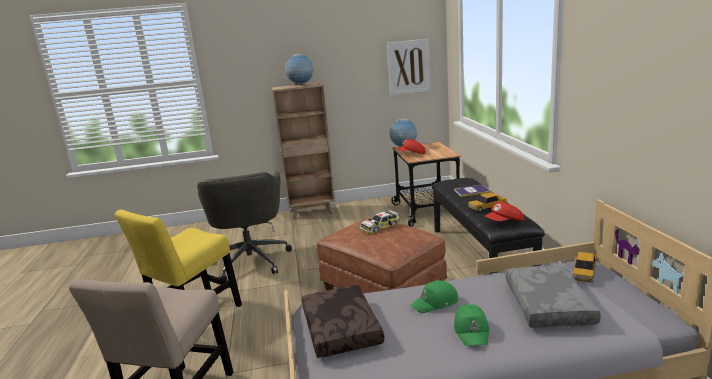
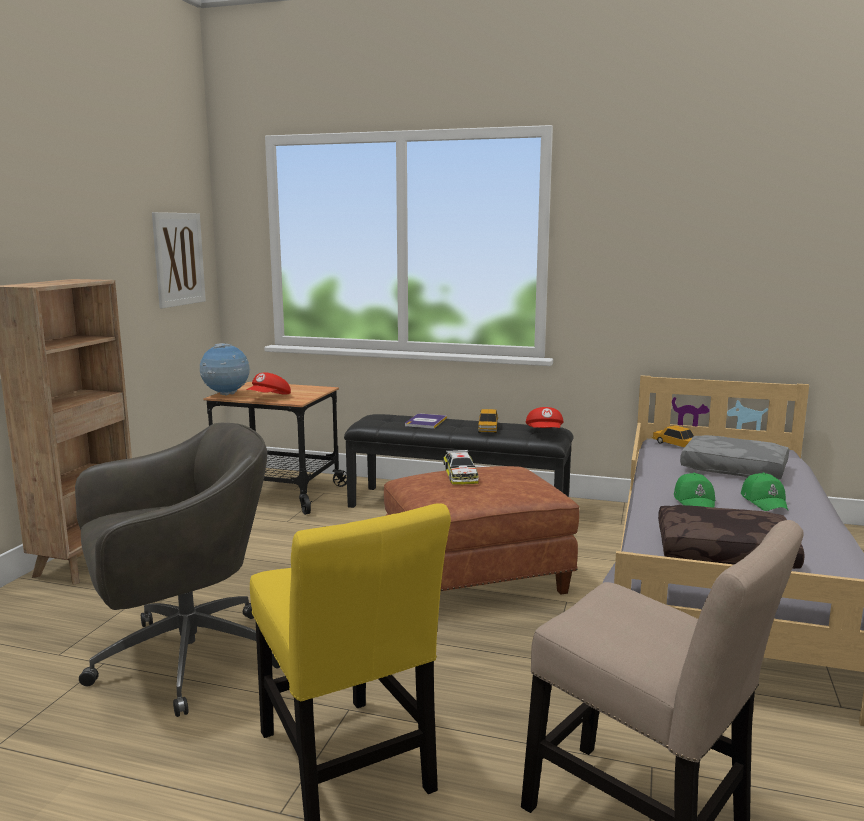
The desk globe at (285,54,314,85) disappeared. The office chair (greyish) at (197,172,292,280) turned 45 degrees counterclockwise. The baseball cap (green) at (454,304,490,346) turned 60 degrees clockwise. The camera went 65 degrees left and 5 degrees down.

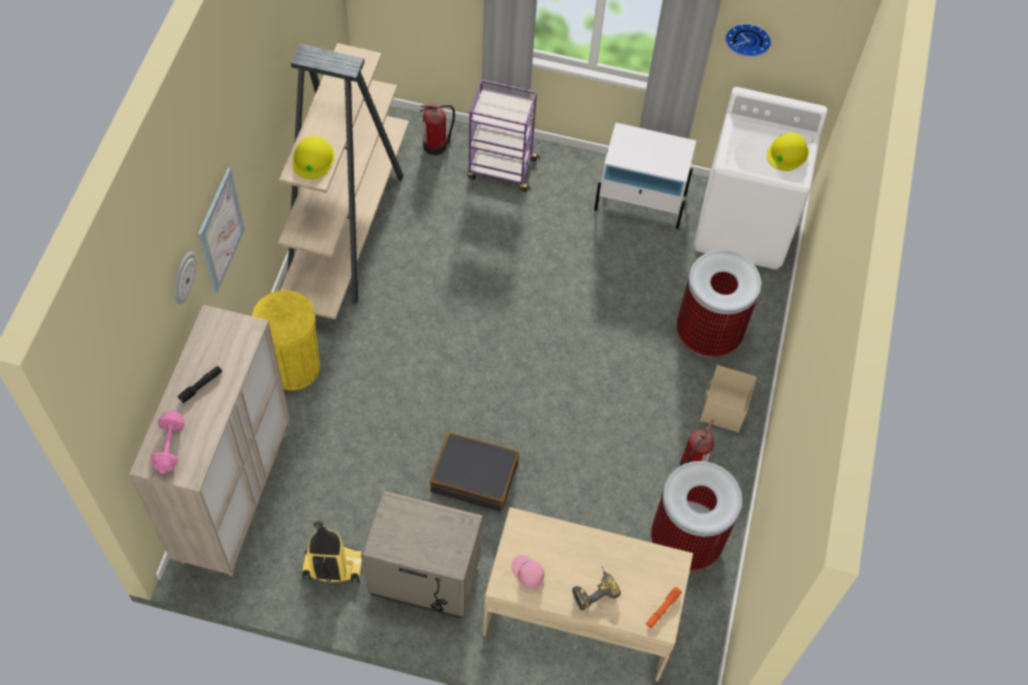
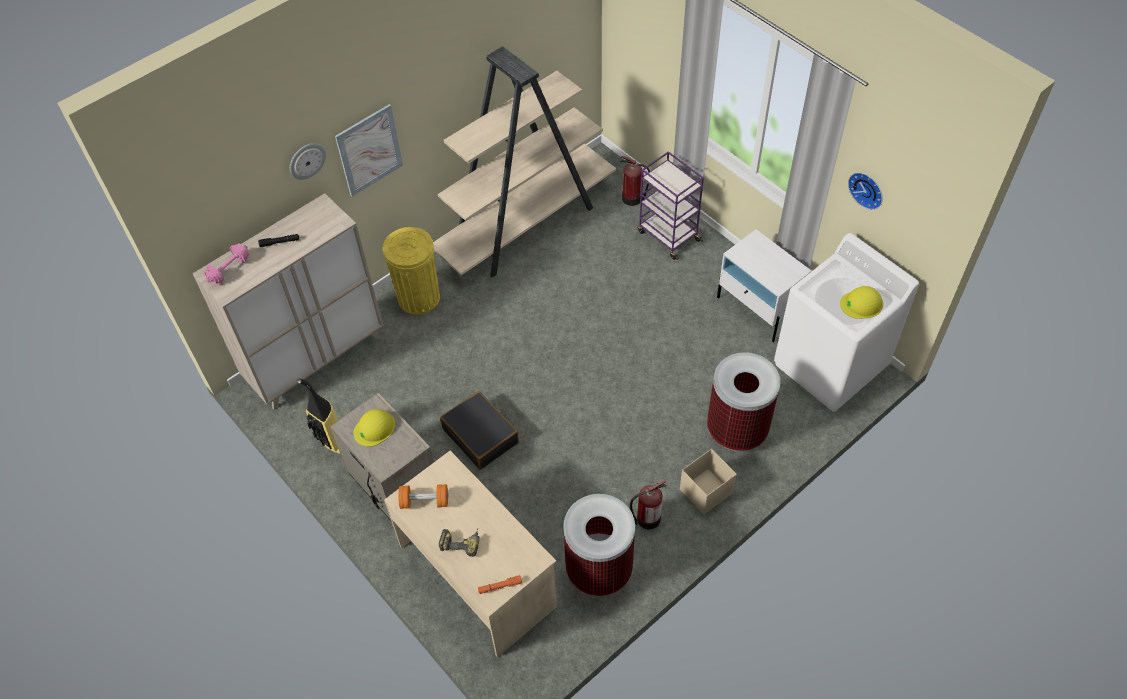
The safety helmet (yellow-coloured) moved from (293,136,335,179) to (353,409,395,447). The baseball cap (pink) at (511,555,544,588) was replaced by the free weight (orange) at (398,484,448,509). The camera went 40 degrees right and 5 degrees down.

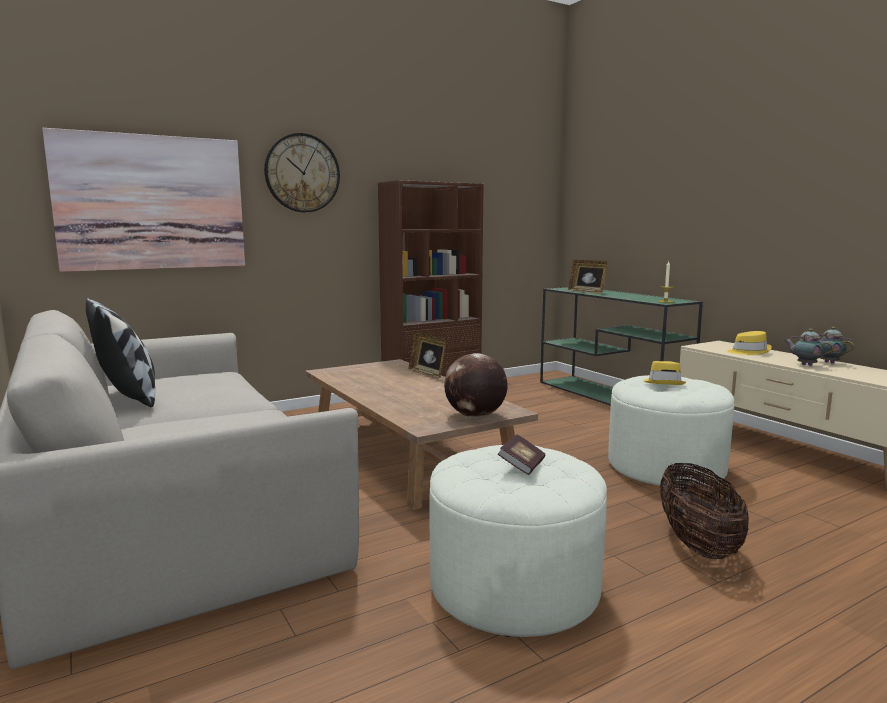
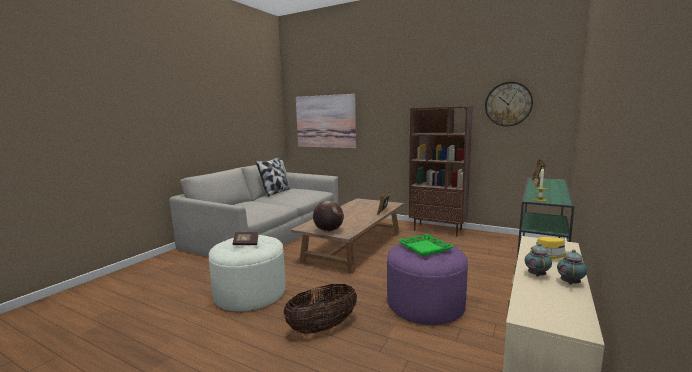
The hanging clock moved from (264,133,340,212) to (485,82,533,126). The wearable hat (yellow-coloured) at (643,361,686,385) was replaced by the serving tray (green) at (398,234,454,256). The footrest (white-coloured) at (608,375,734,487) became the footrest (purple-coloured) at (387,242,468,325). The camera went 60 degrees right and 0 degrees up.

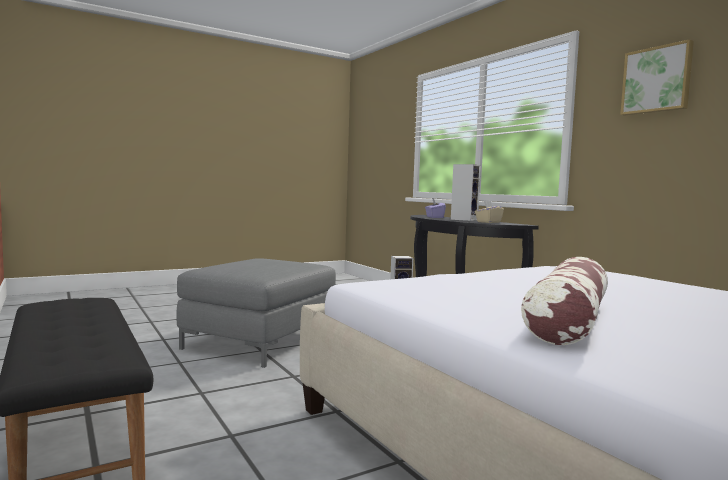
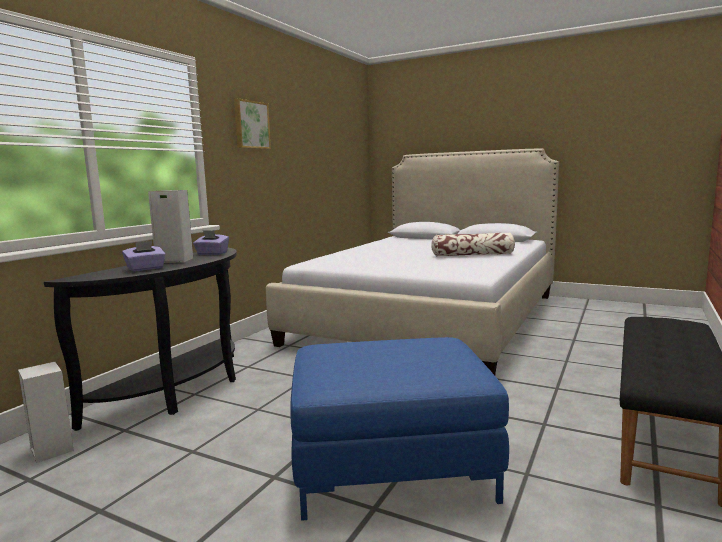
The tissue box (beige) at (475,201,504,223) became the tissue box (purple-coloured) at (193,230,229,255). The footrest (greyish) at (176,258,336,368) became the footrest (bluish) at (290,337,509,521). The camera went 120 degrees left and 5 degrees up.

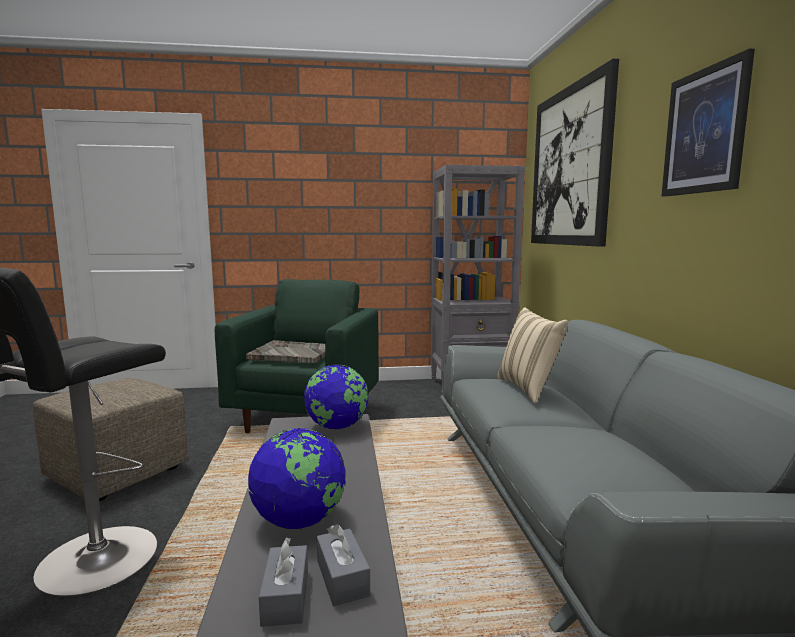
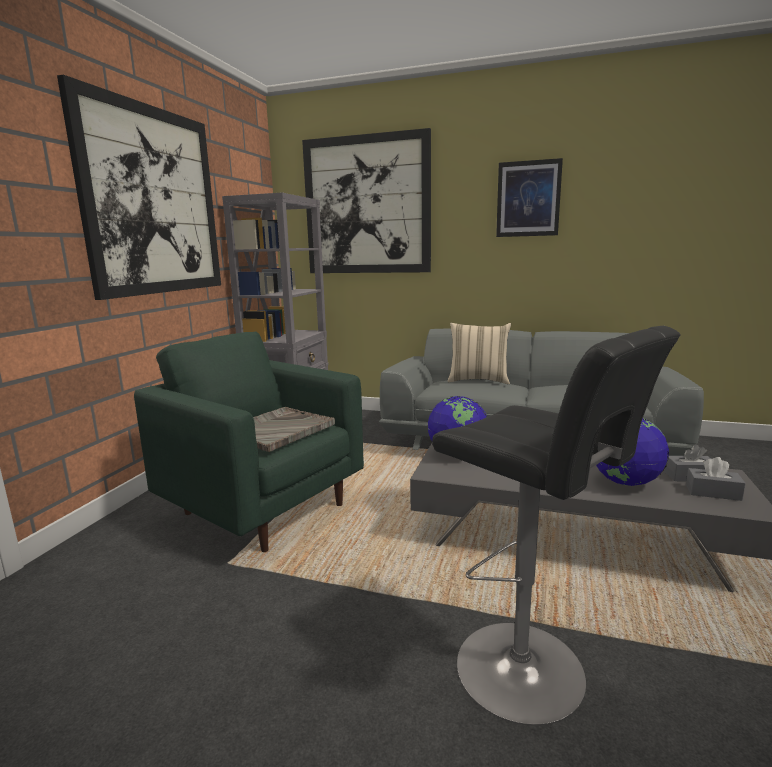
The footrest (beige) at (33,378,189,501) disappeared. The picture at (57,75,221,300) appeared. The camera went 65 degrees left and 5 degrees up.

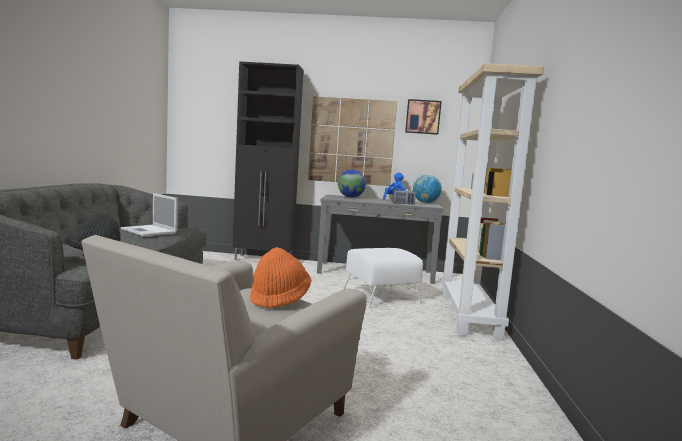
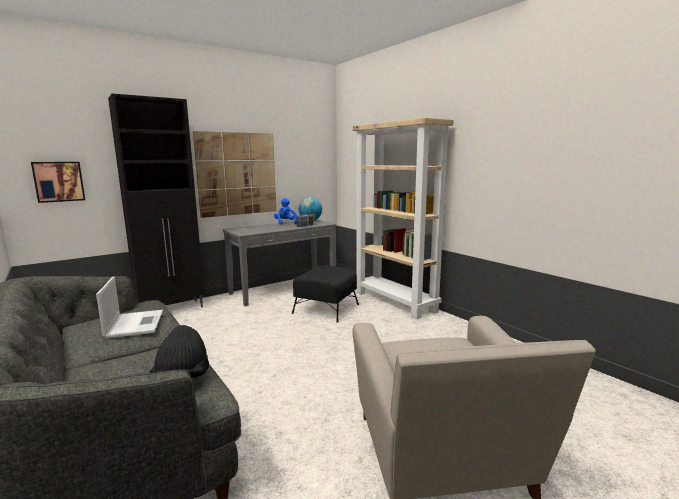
The picture moved from (405,99,442,135) to (31,162,85,203). The desk globe at (338,170,366,198) disappeared. The notebook computer at (121,193,178,237) turned 105 degrees counterclockwise. The wearable hat (orange) at (250,247,311,309) disappeared. The footrest (white-coloured) at (342,248,423,308) became the footrest (black-coloured) at (292,265,359,323). The camera went 40 degrees left and 5 degrees up.

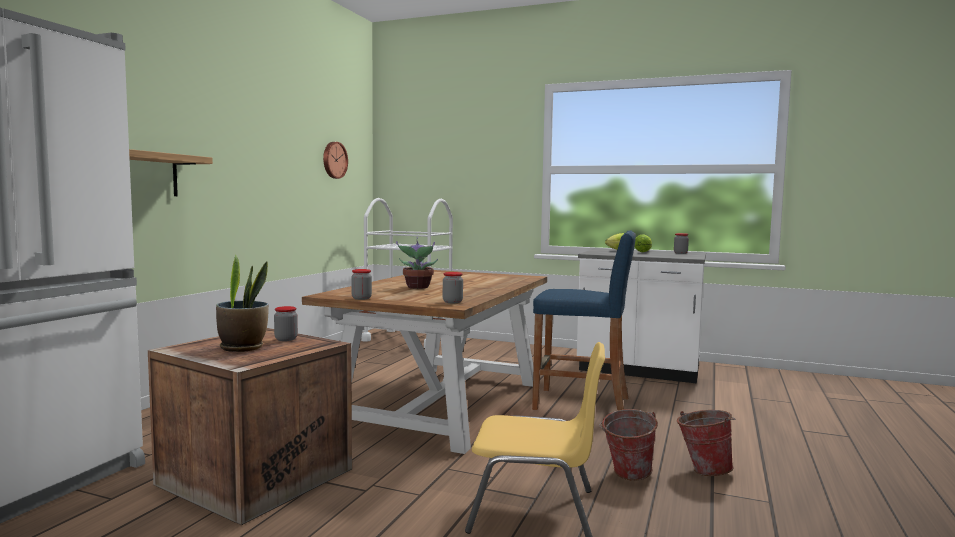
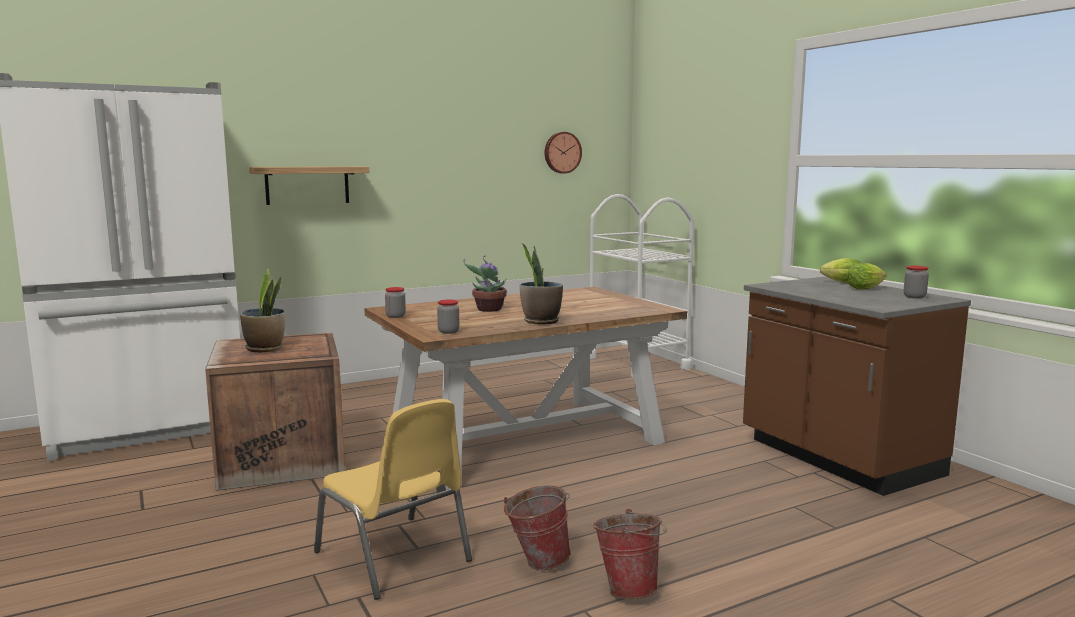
The stool seat (bluish) at (532,230,636,410) disappeared. The kitchen counter (white-coloured) at (577,249,706,383) became the kitchen counter (brown) at (743,276,971,496). The preserve jar at (274,306,298,341) disappeared. The houseplant at (520,243,563,325) appeared. The camera went 40 degrees right and 5 degrees up.

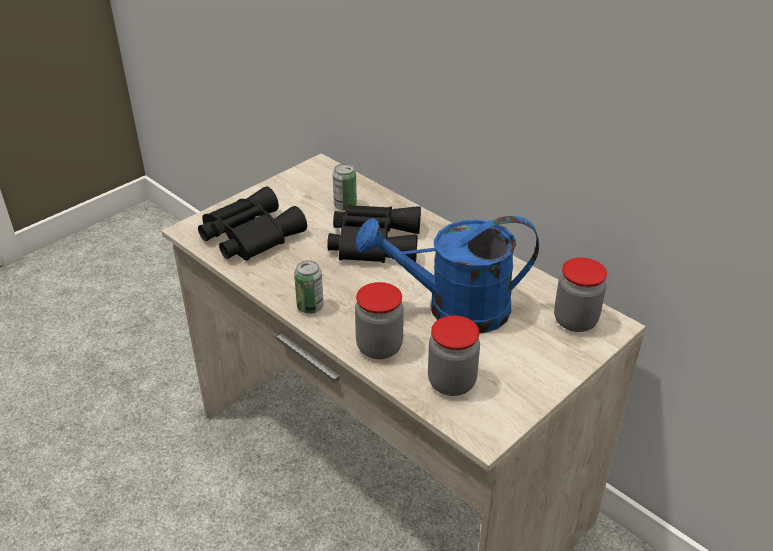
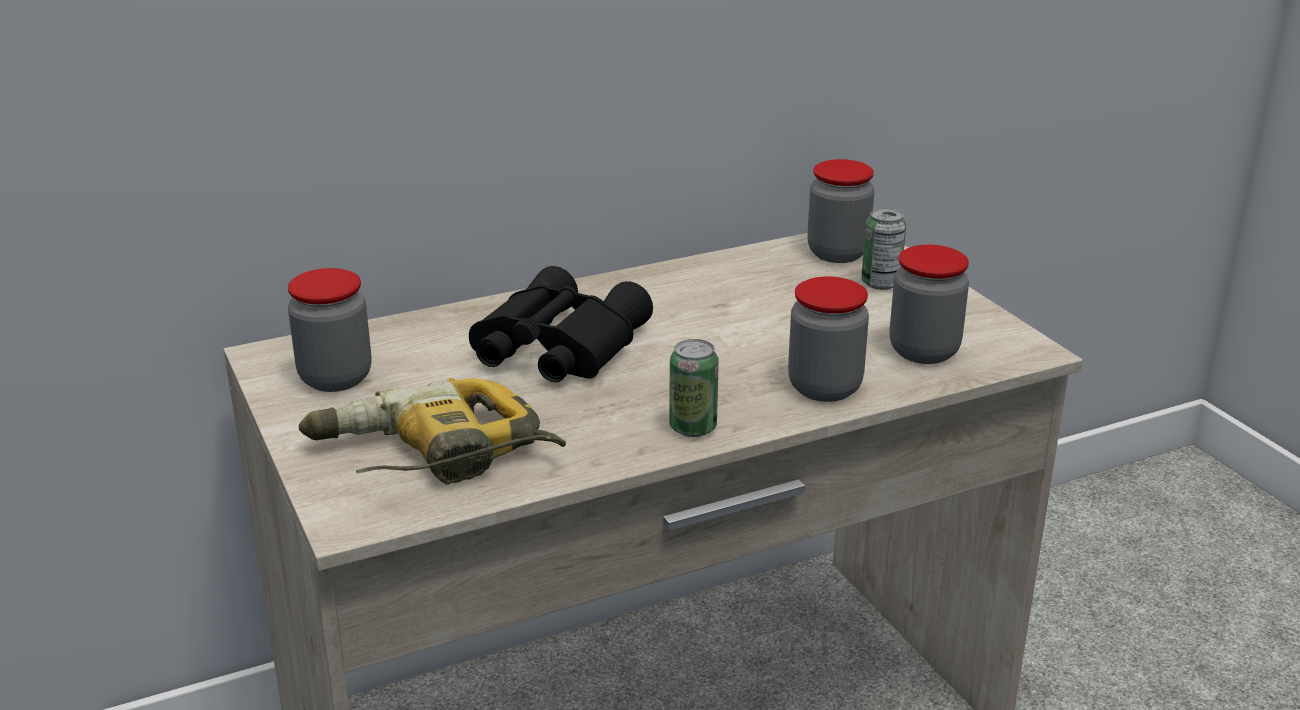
The can moved from (333,164,357,211) to (861,208,906,290). The field glasses (black-coloured) at (198,186,307,261) was replaced by the power drill at (298,378,566,485). The sprinkling can (bluish) at (356,216,539,333) disappeared. The preserve jar at (288,268,371,392) appeared. The camera went 70 degrees left and 10 degrees down.

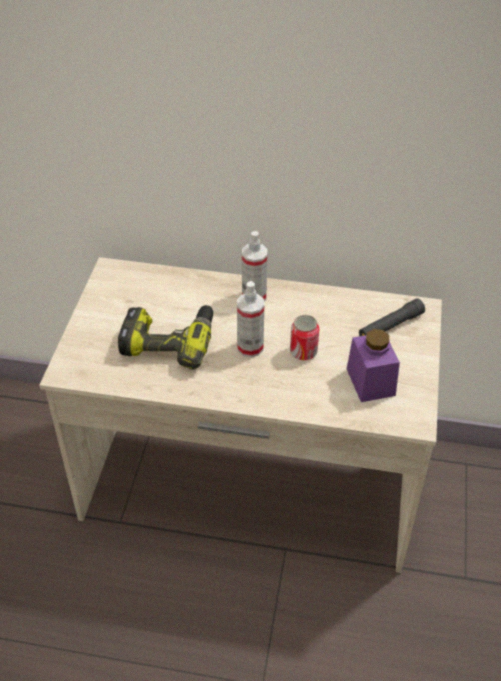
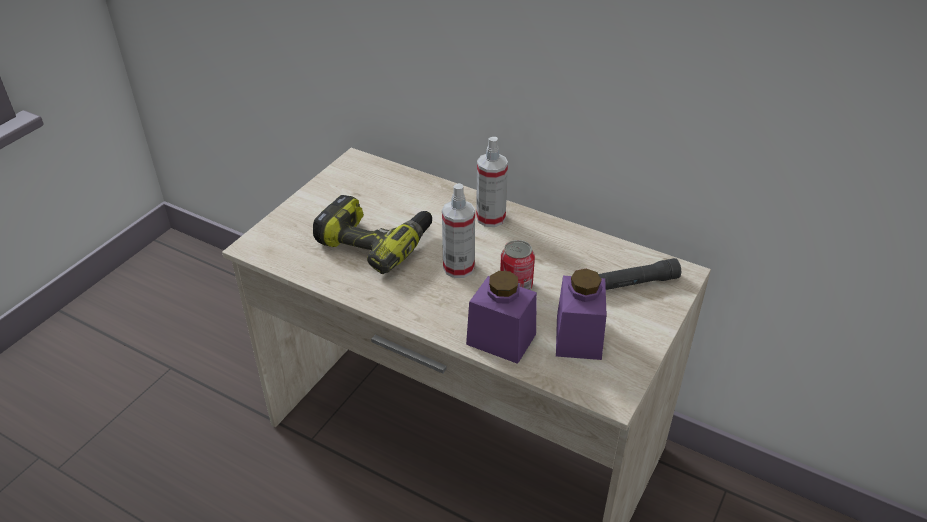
The preserve jar (purple-coloured) at (466,271,537,364) appeared. The camera went 20 degrees right and 5 degrees down.

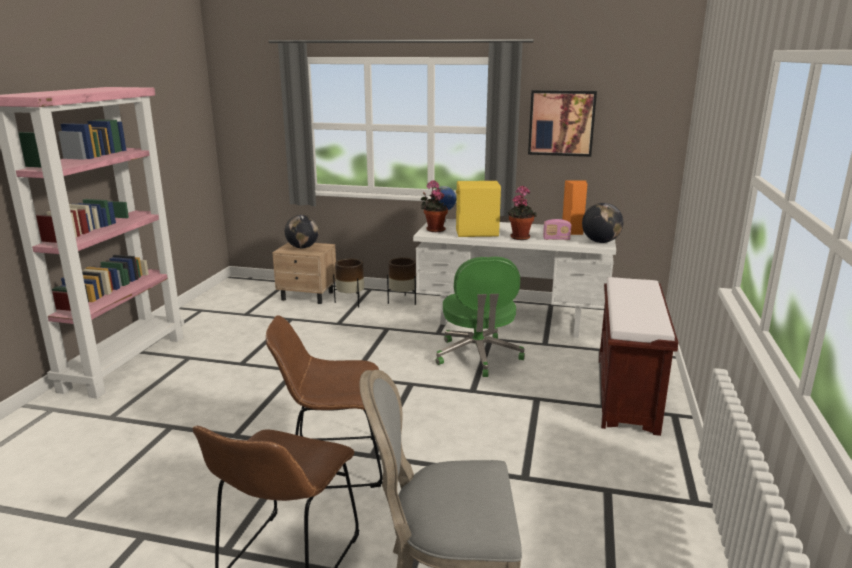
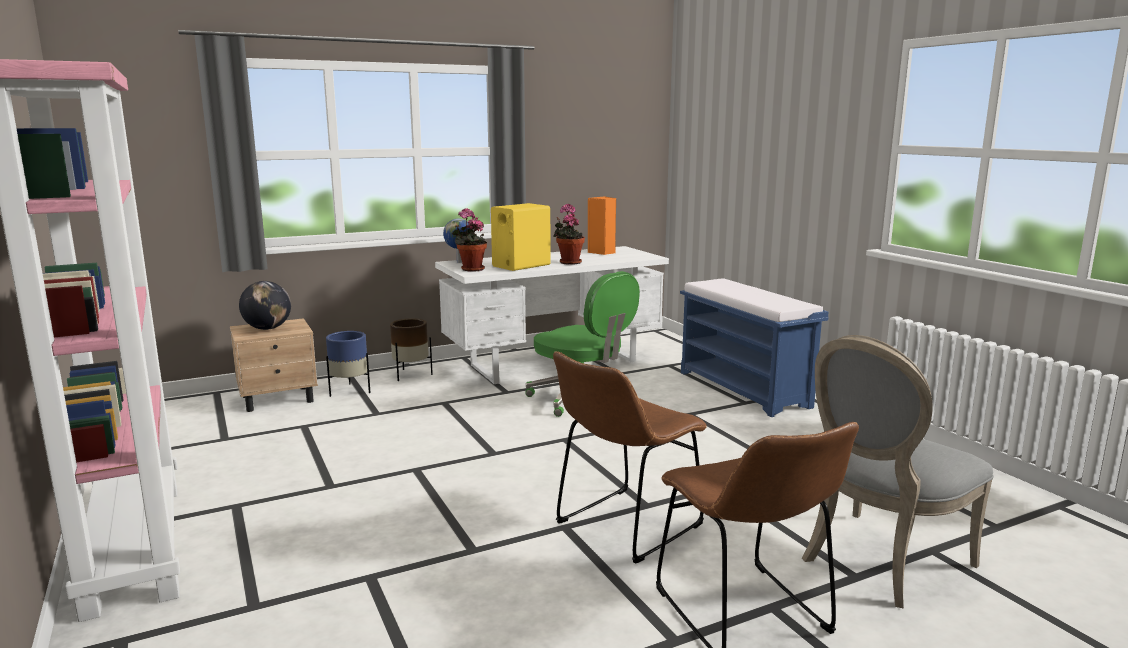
The picture at (528,90,597,157) disappeared. The desk globe at (582,203,624,243) disappeared. The radio receiver at (543,219,571,240) disappeared. The planter (brown) at (333,258,364,307) became the planter (bluish) at (326,331,371,397). The bench (brown) at (599,277,678,436) became the bench (bluish) at (680,279,829,417). The camera went 40 degrees left and 5 degrees down.

